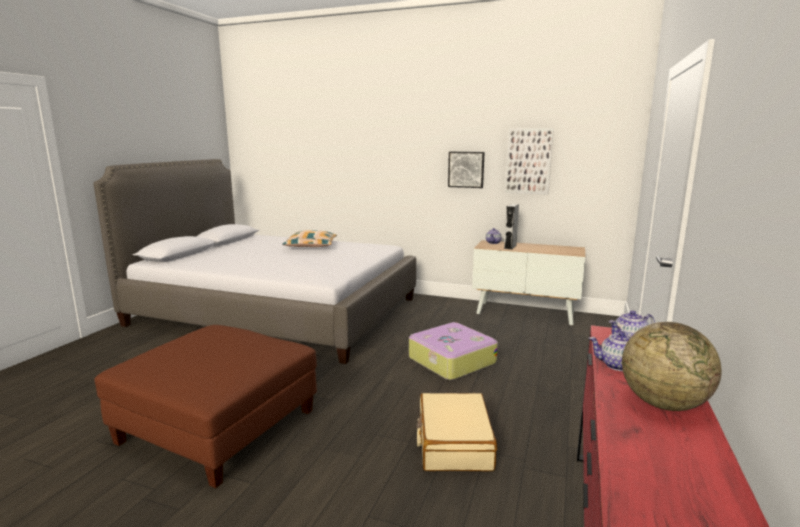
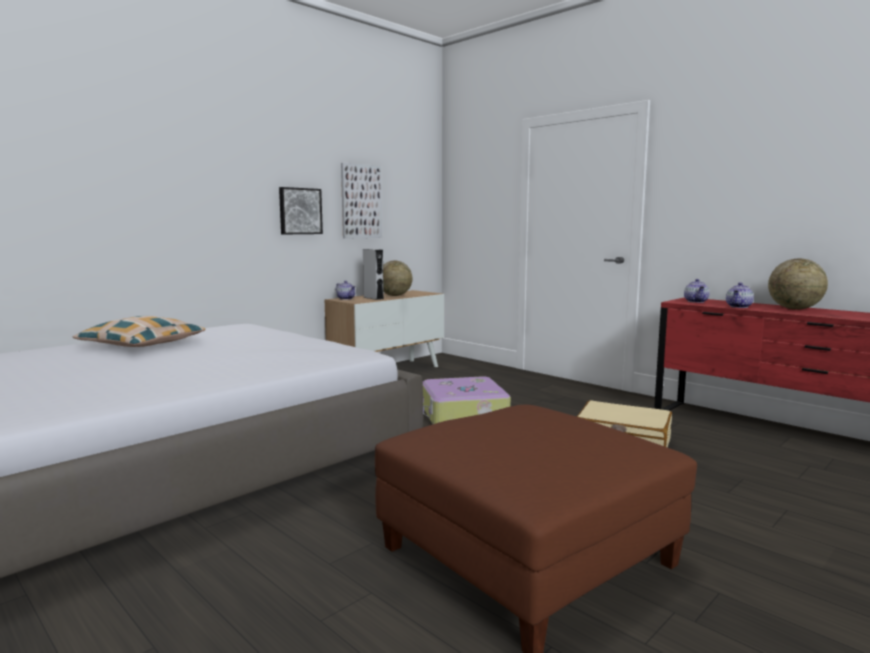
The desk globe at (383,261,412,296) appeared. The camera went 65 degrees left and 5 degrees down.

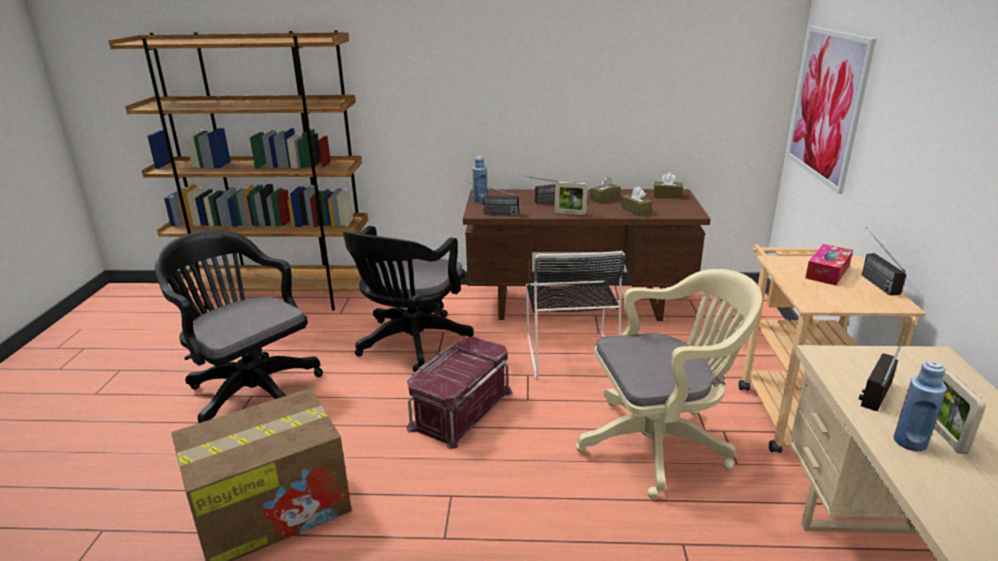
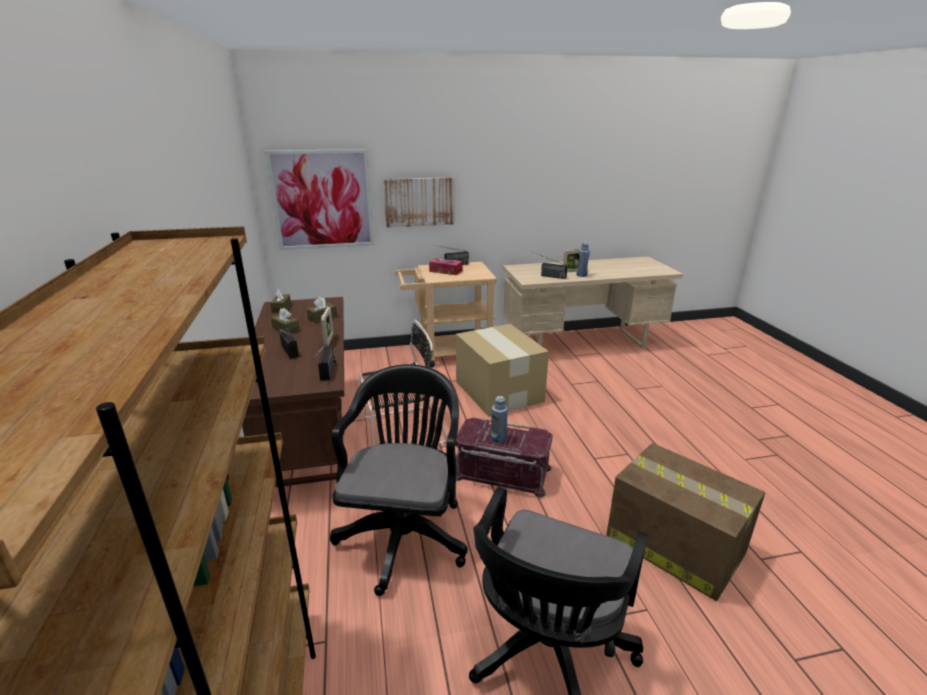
The beverage bottle (bluish) moved from (472,156,487,203) to (491,396,508,443). The office chair (black-coloured) at (343,226,474,372) turned 90 degrees counterclockwise. The office chair (beige) at (576,269,762,499) was replaced by the packing box at (456,324,549,417). The picture at (383,177,454,228) appeared. The camera went 105 degrees left and 0 degrees up.

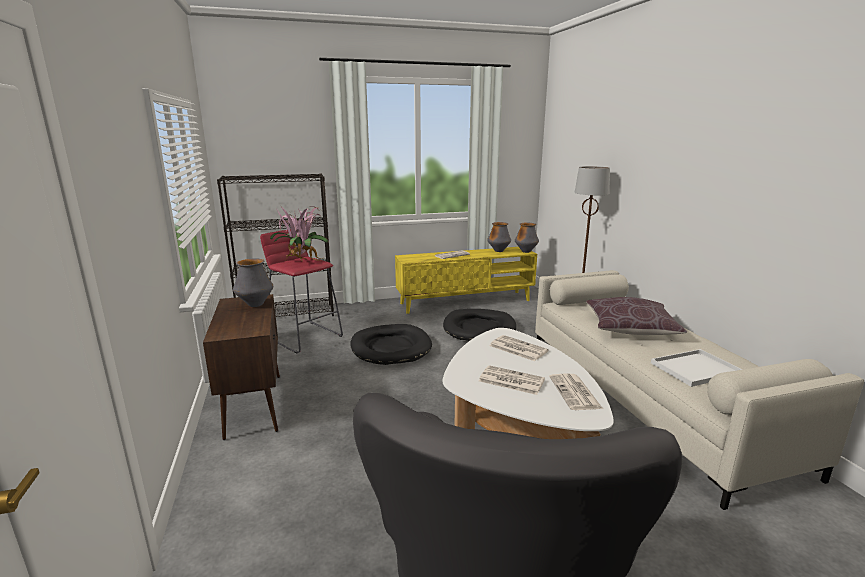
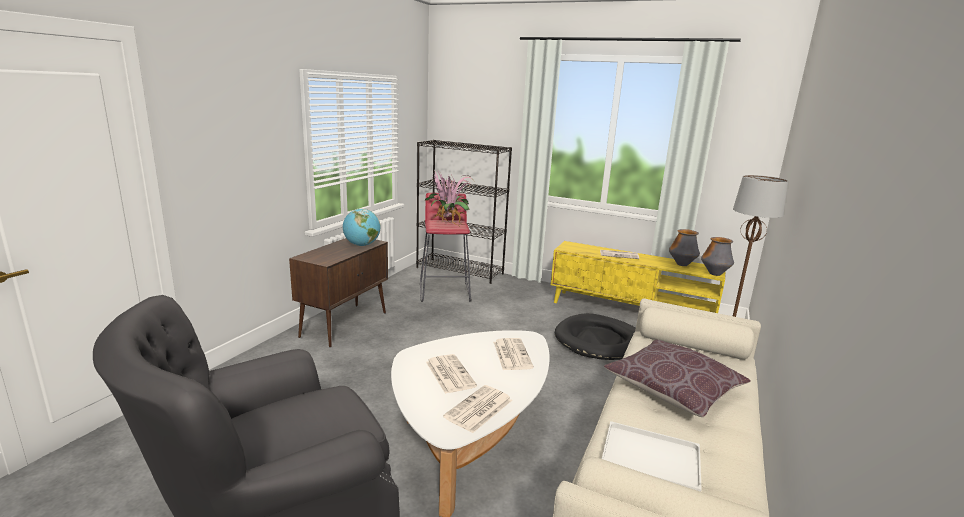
The decorative vase at (233,259,273,307) was replaced by the desk globe at (343,209,380,246). The dog bed (black-coloured) at (350,324,432,365) disappeared. The camera went 40 degrees right and 0 degrees up.

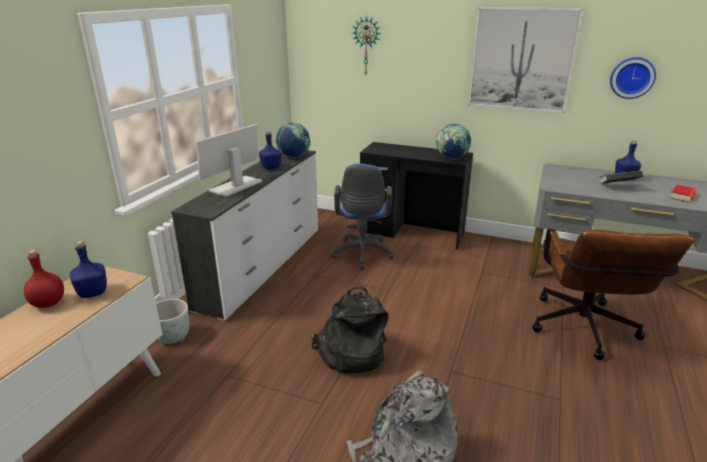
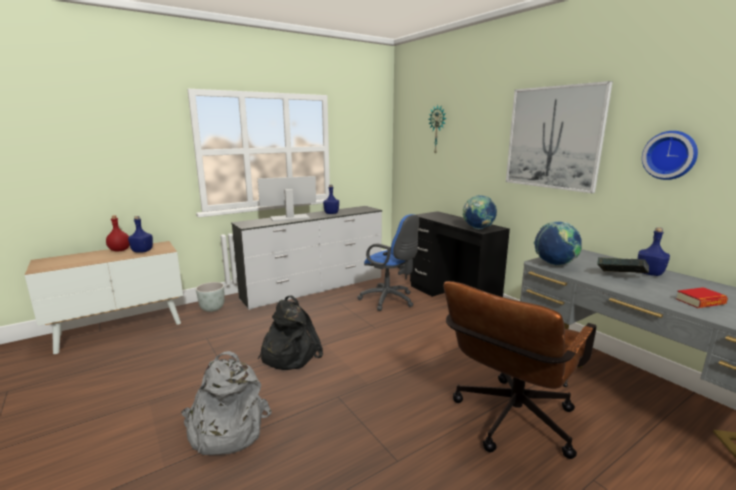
The desk globe moved from (275,122,311,158) to (534,221,582,266). The office chair (bluish) at (331,163,395,269) turned 90 degrees counterclockwise. The camera went 35 degrees right and 10 degrees down.

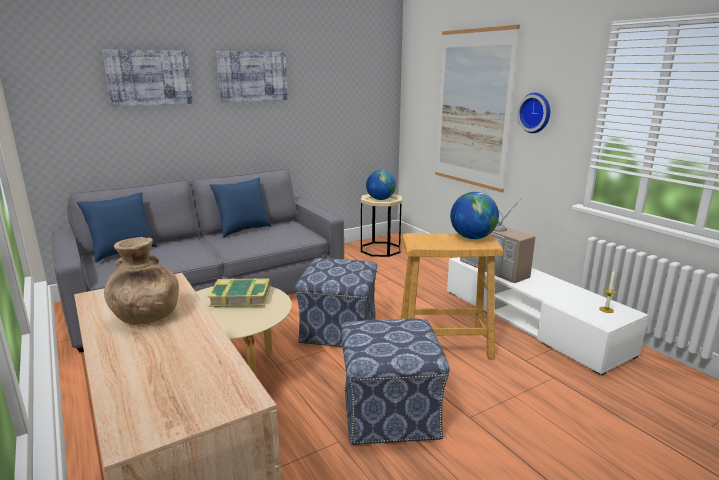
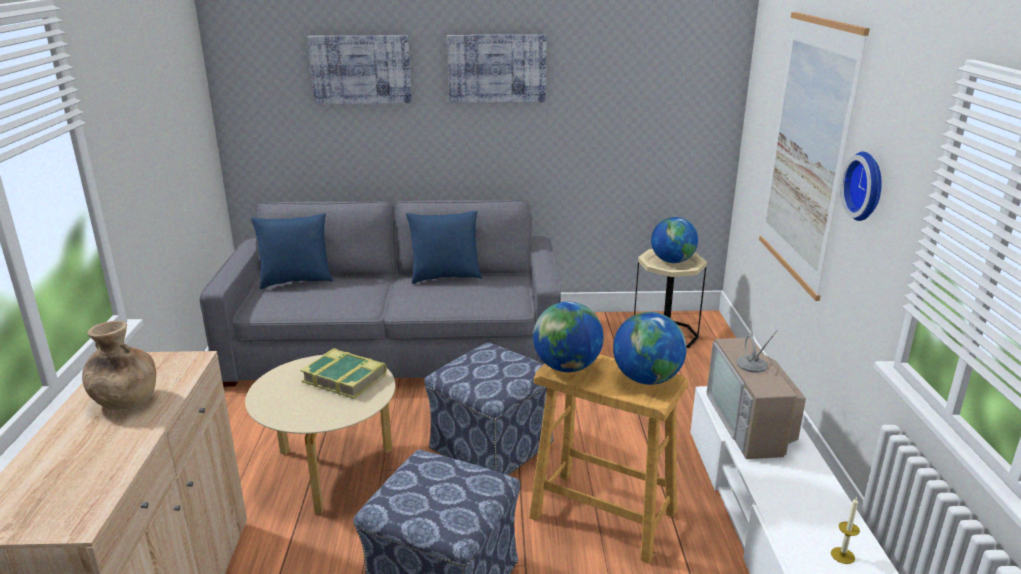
The desk globe at (533,302,604,372) appeared. The camera went 30 degrees right and 5 degrees up.

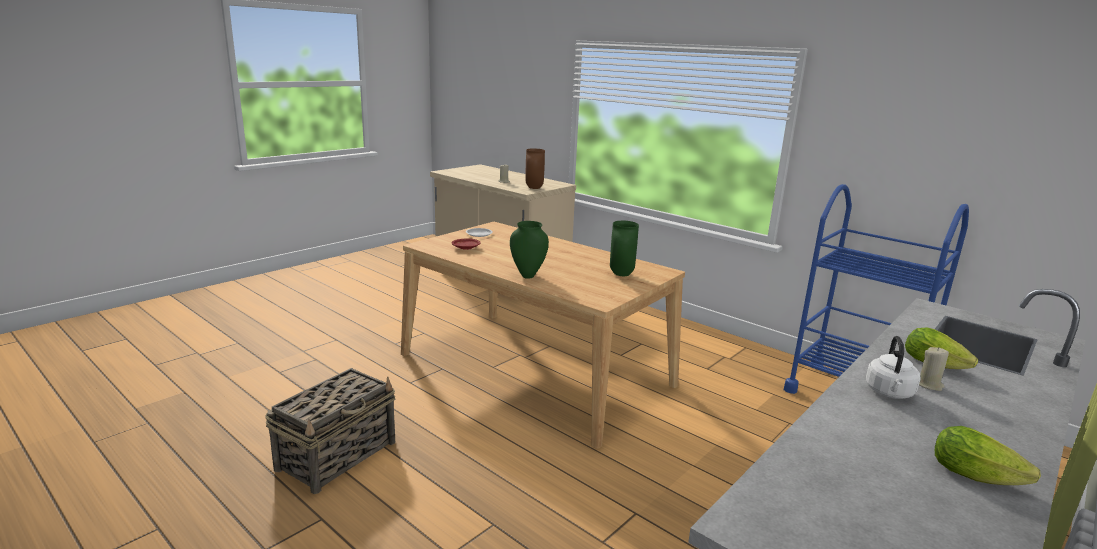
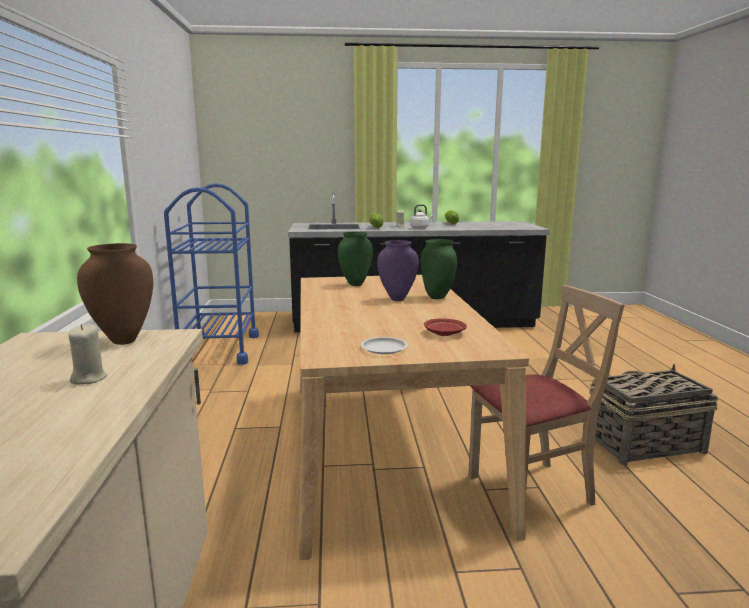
The decorative vase (purple-coloured) at (377,240,419,301) appeared. The upright chair (beige) at (468,285,625,506) appeared. The camera went 135 degrees left and 5 degrees down.

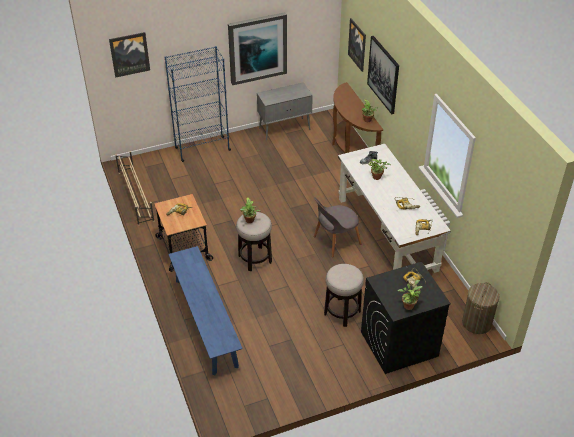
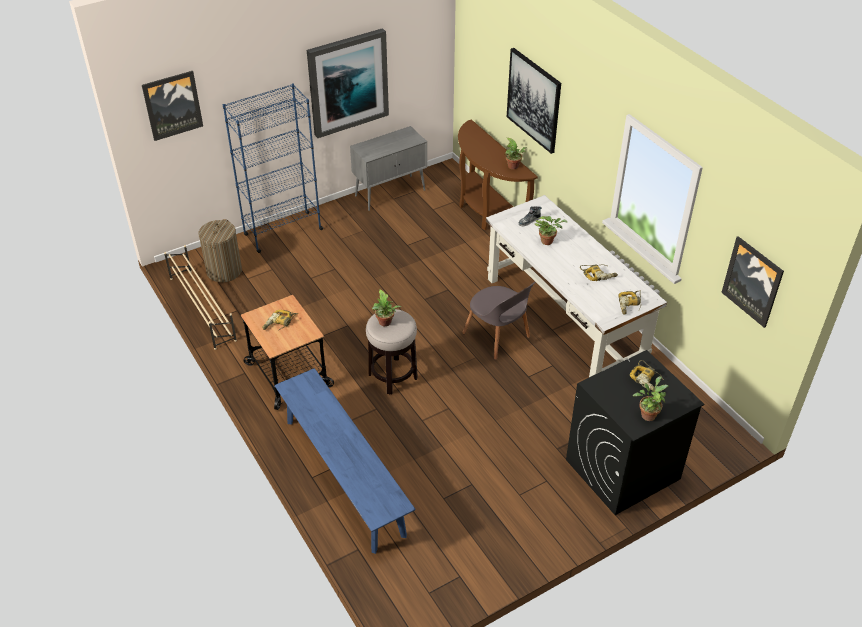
The picture moved from (348,18,366,72) to (721,236,784,328). The upright chair (greyish) at (314,197,362,258) turned 90 degrees counterclockwise. The stool seat at (324,264,364,327) disappeared. The laundry basket moved from (462,282,500,334) to (198,219,242,282). The camera went 10 degrees left and 0 degrees up.

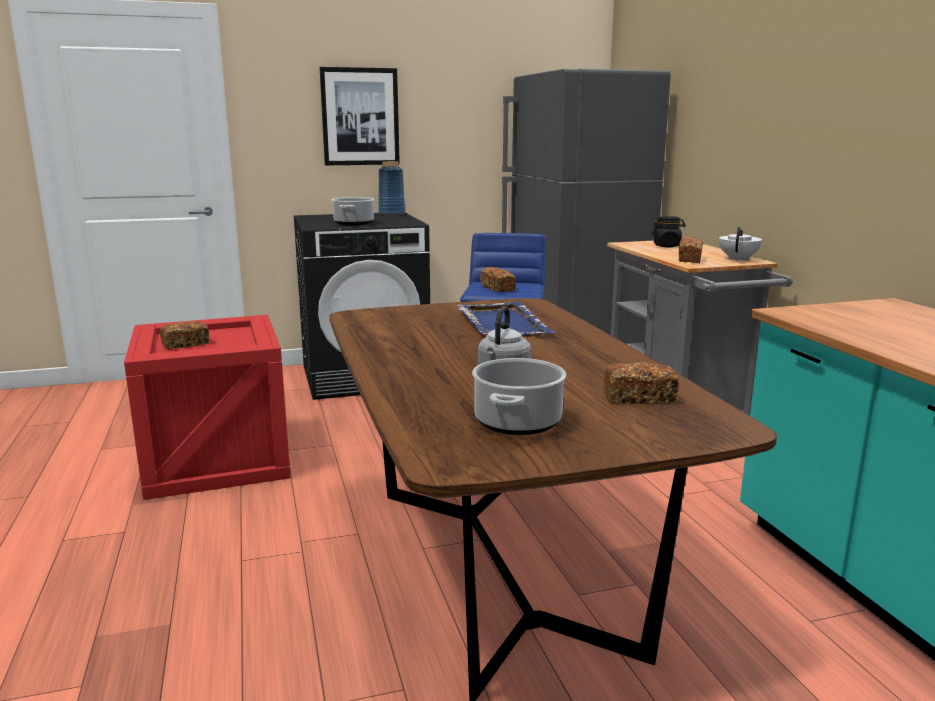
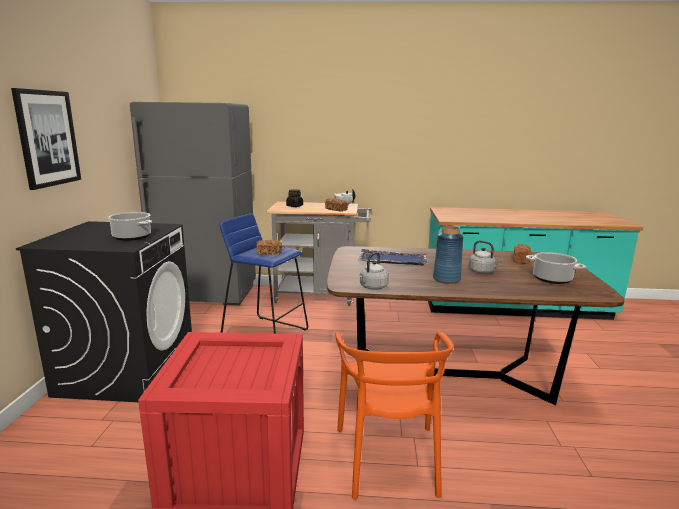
The decorative vase (bluish) moved from (379,161,405,216) to (433,226,464,284). The bakery bread at (160,321,209,349) disappeared. The water kettle (greyish) at (359,252,389,290) appeared. The upright chair (orange) at (335,332,454,500) appeared. The camera went 70 degrees left and 0 degrees up.

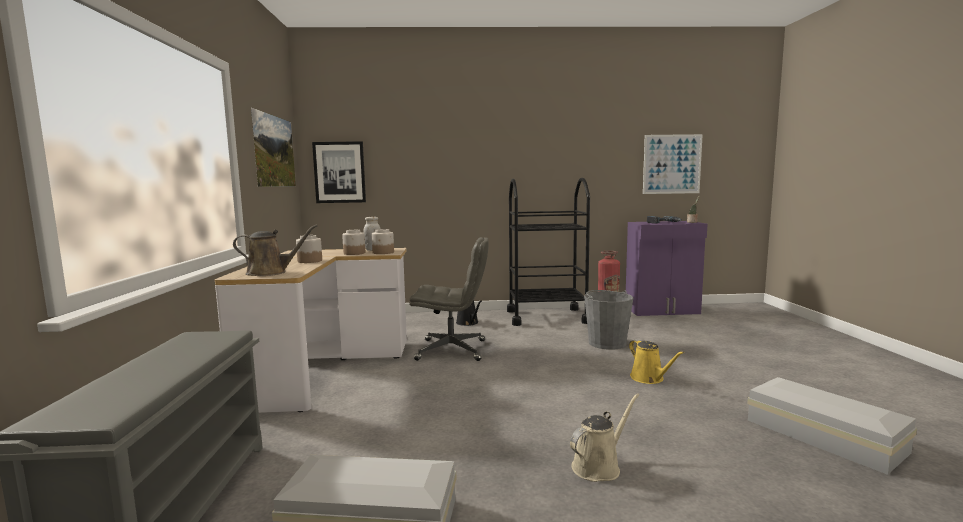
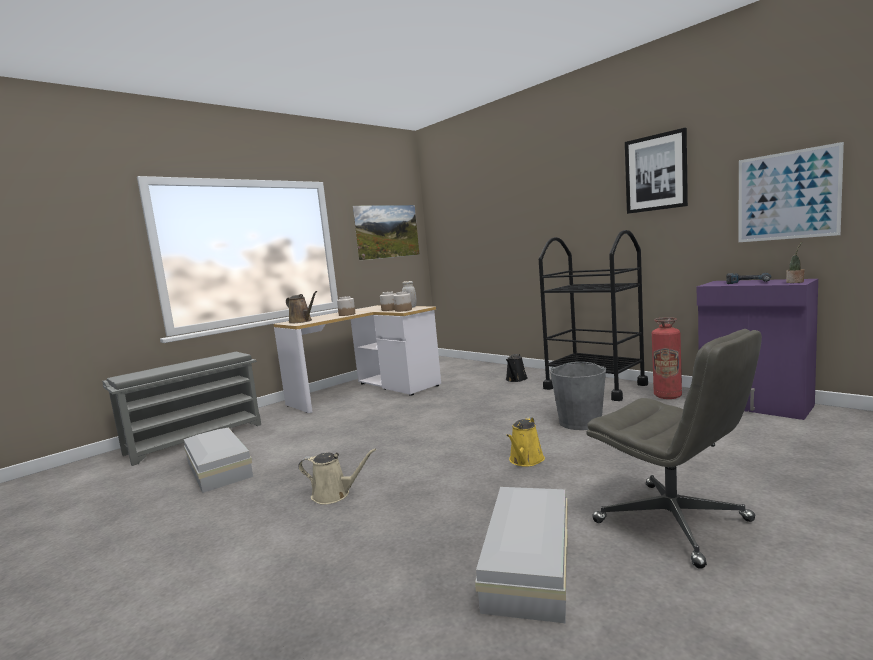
The picture moved from (312,141,366,203) to (625,128,688,214). The office chair (greyish) moved from (409,237,489,361) to (586,329,762,569). The camera went 50 degrees right and 0 degrees up.

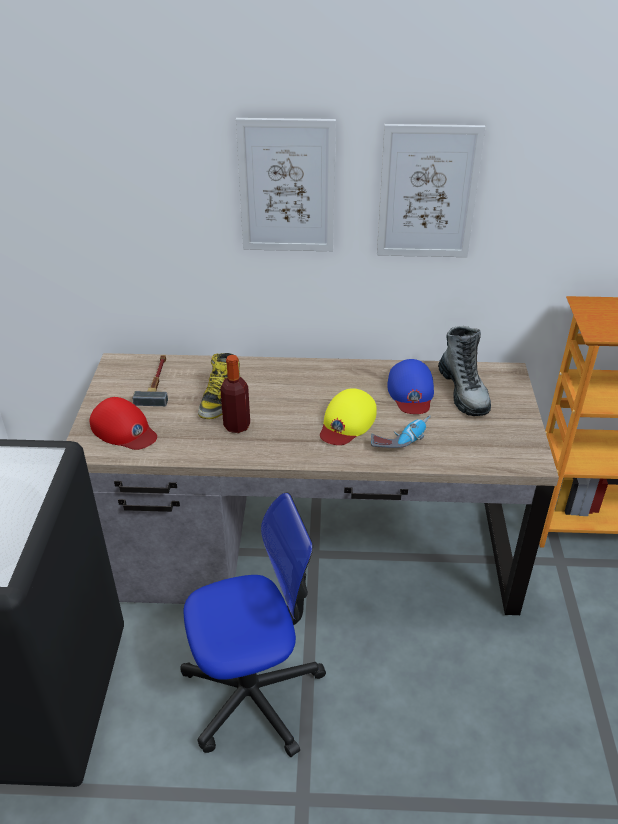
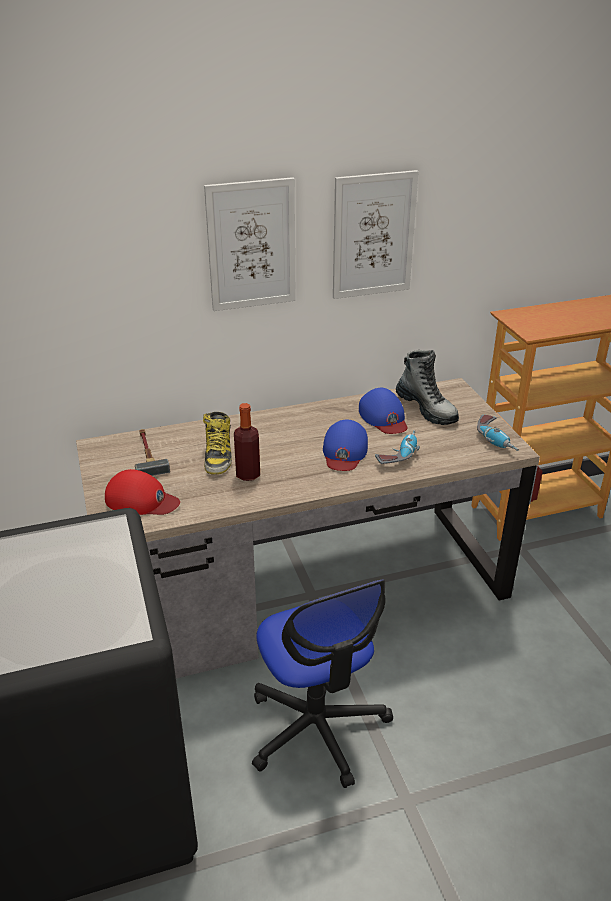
The baseball cap (yellow-coloured) at (320,388,377,445) became the baseball cap (bluish) at (323,420,368,471). The office chair at (180,492,326,757) turned 105 degrees clockwise. The power drill at (477,415,519,451) appeared. The camera went 20 degrees left and 5 degrees down.

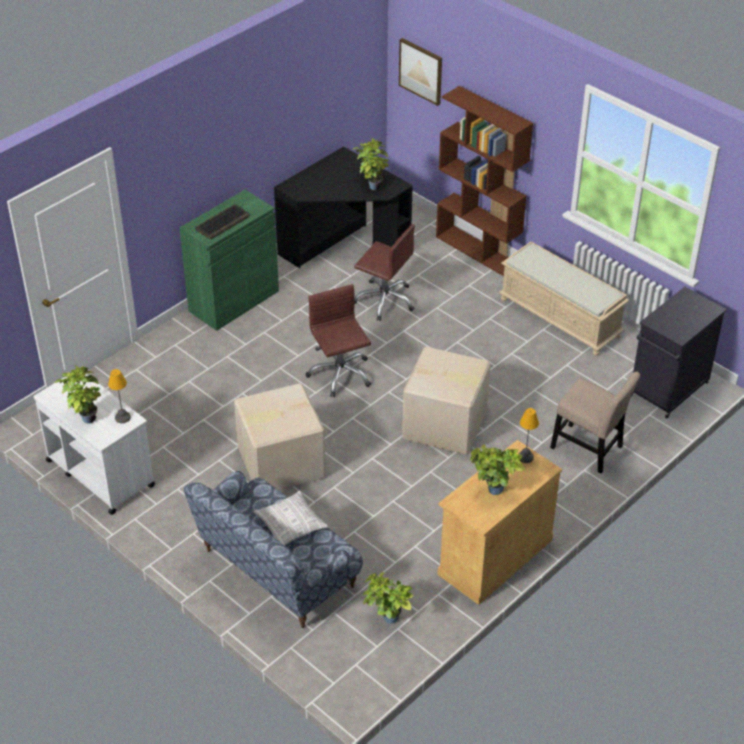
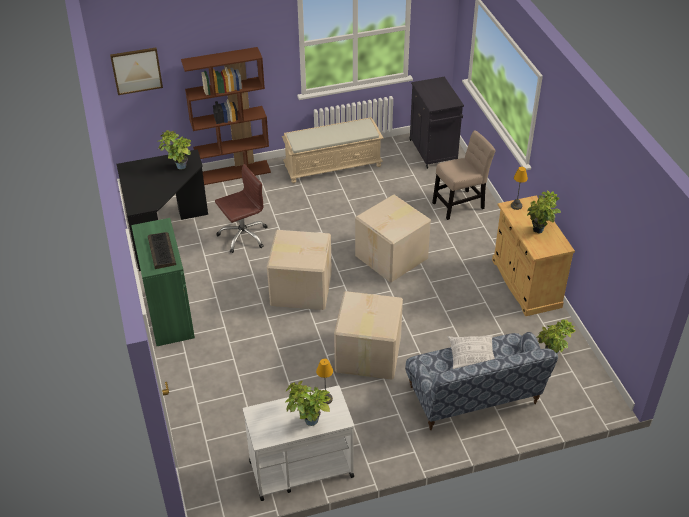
The office chair (brown) at (306,284,371,397) was replaced by the packing box at (267,230,332,310). The camera went 60 degrees left and 0 degrees up.

